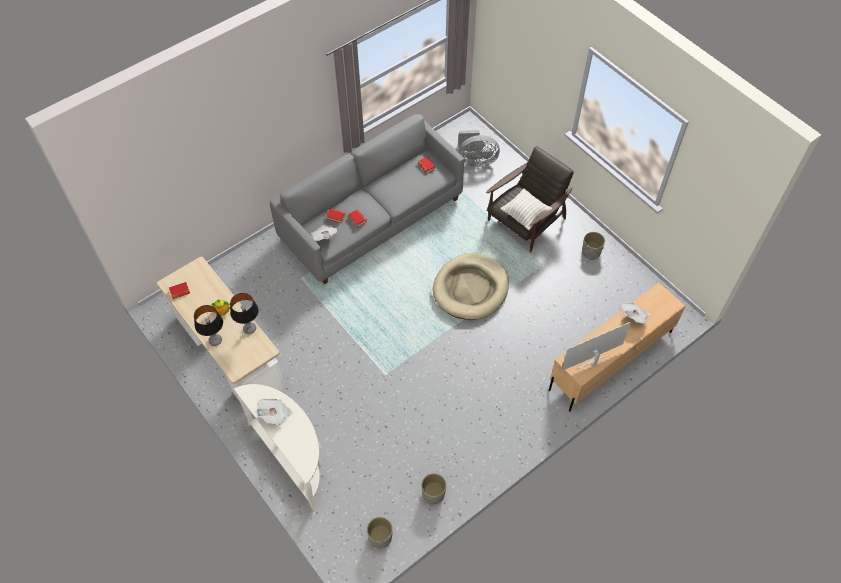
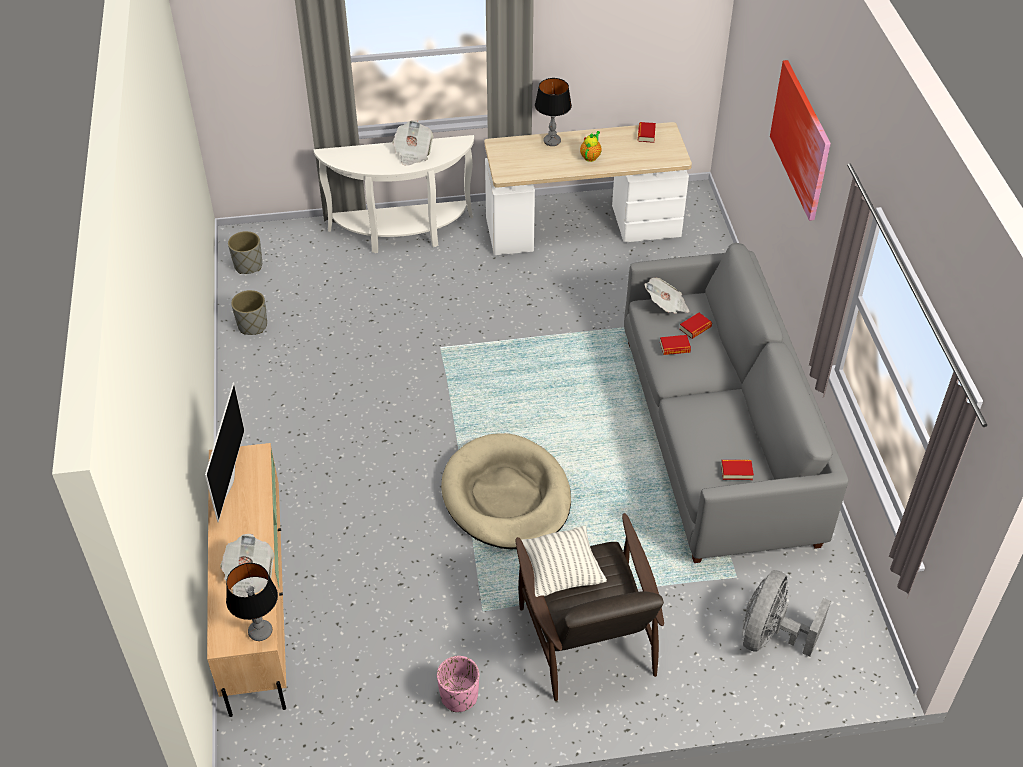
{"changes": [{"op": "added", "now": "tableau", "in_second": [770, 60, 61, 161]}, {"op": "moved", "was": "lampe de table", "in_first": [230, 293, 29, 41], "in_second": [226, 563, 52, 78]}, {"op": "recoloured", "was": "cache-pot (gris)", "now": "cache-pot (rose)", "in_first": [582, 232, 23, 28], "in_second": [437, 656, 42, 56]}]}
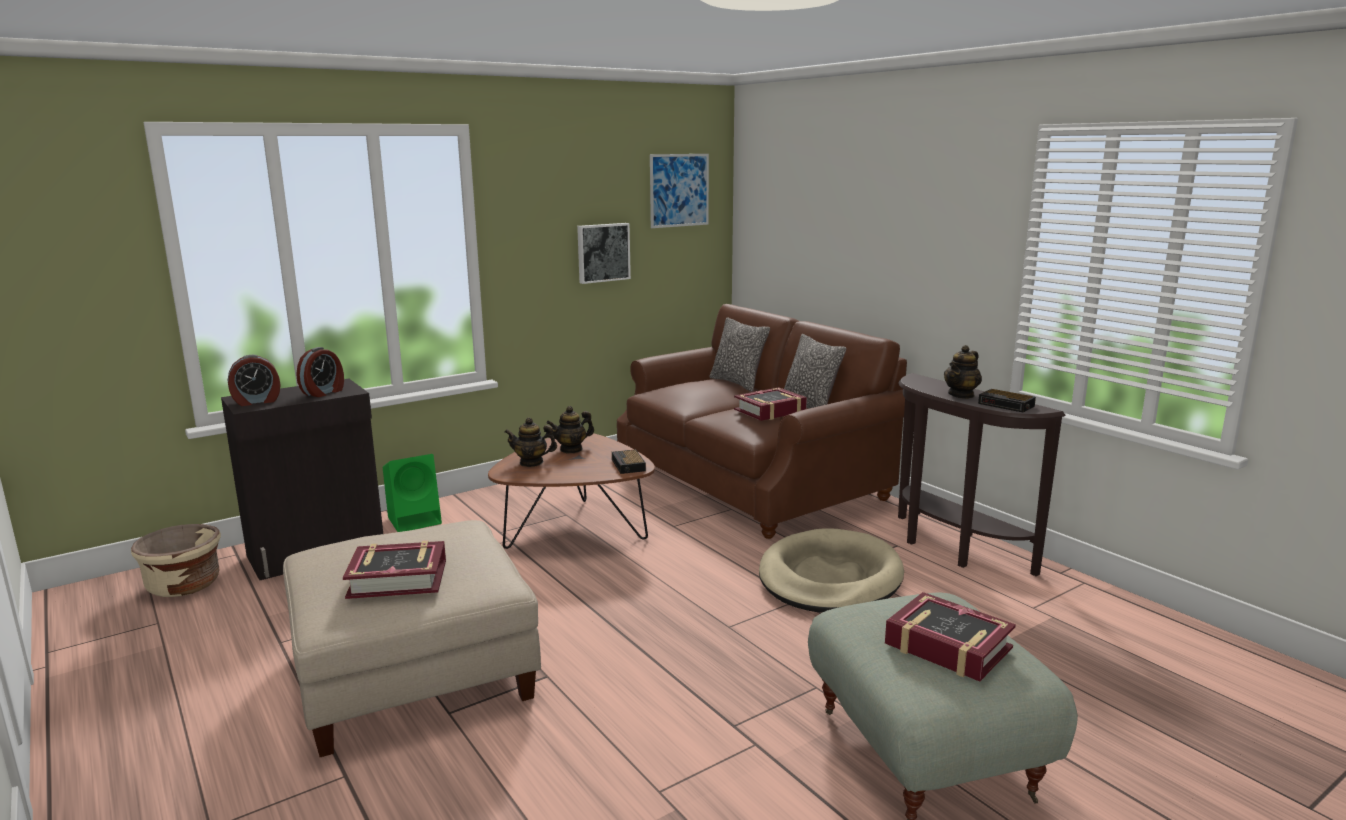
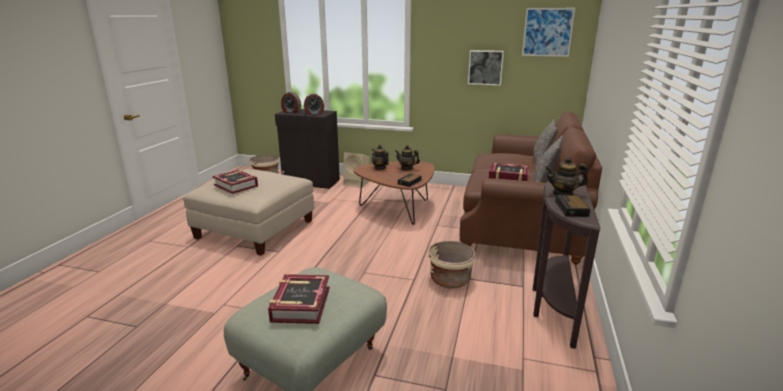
{"changes": [{"op": "replaced", "was": "panier pour chien (beige)", "now": "cache-pot (beige)", "in_first": [759, 528, 145, 84], "in_second": [428, 241, 48, 47]}, {"op": "recoloured", "was": "enceinte (vert)", "now": "enceinte (beige)", "in_first": [383, 454, 59, 78], "in_second": [343, 152, 26, 36]}]}
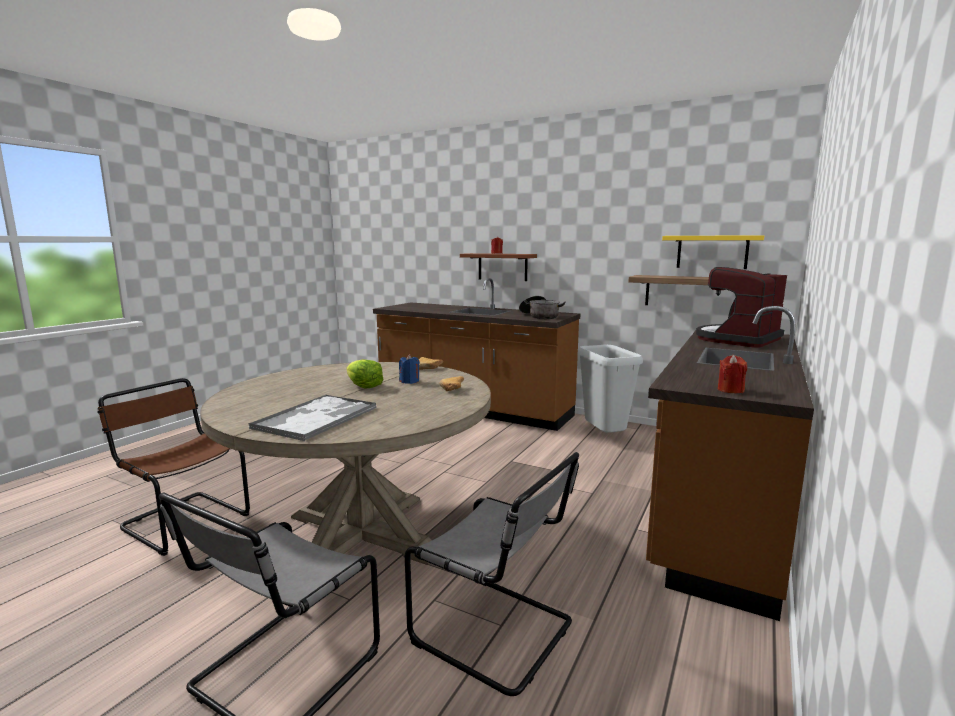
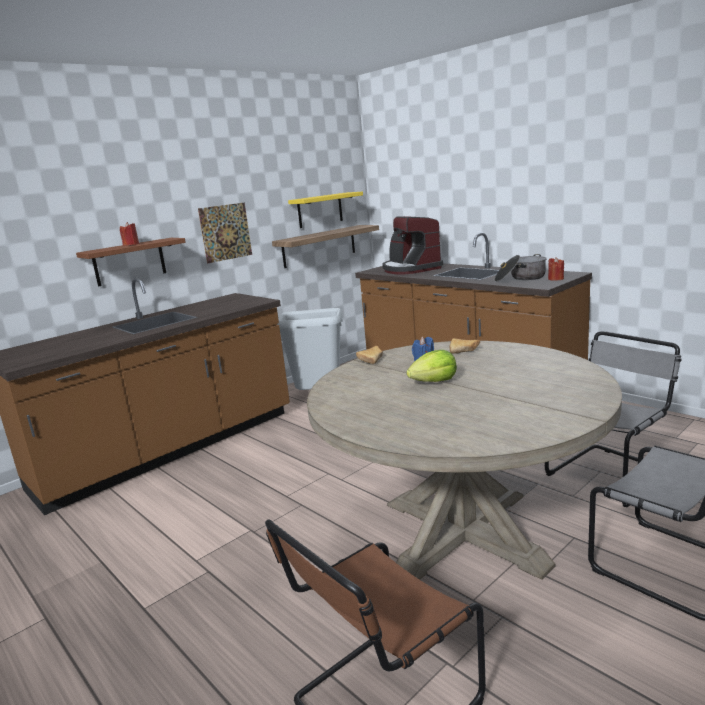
{"changes": [{"op": "removed", "was": "plateau", "in_first": [249, 394, 128, 47]}, {"op": "added", "now": "tableau", "in_second": [198, 203, 54, 60]}, {"op": "moved", "was": "marmite", "in_first": [519, 296, 47, 23], "in_second": [494, 254, 53, 28]}]}
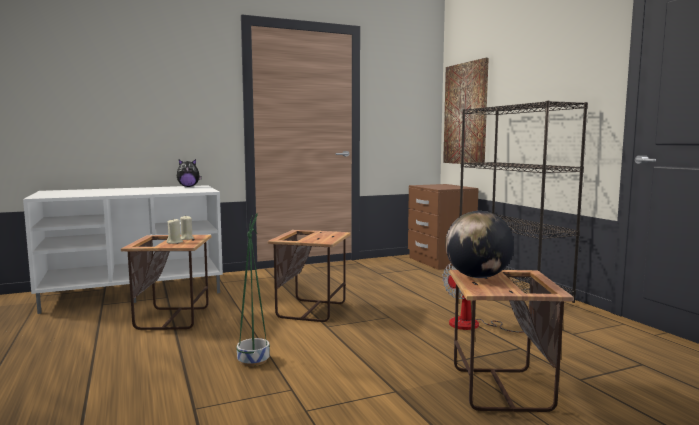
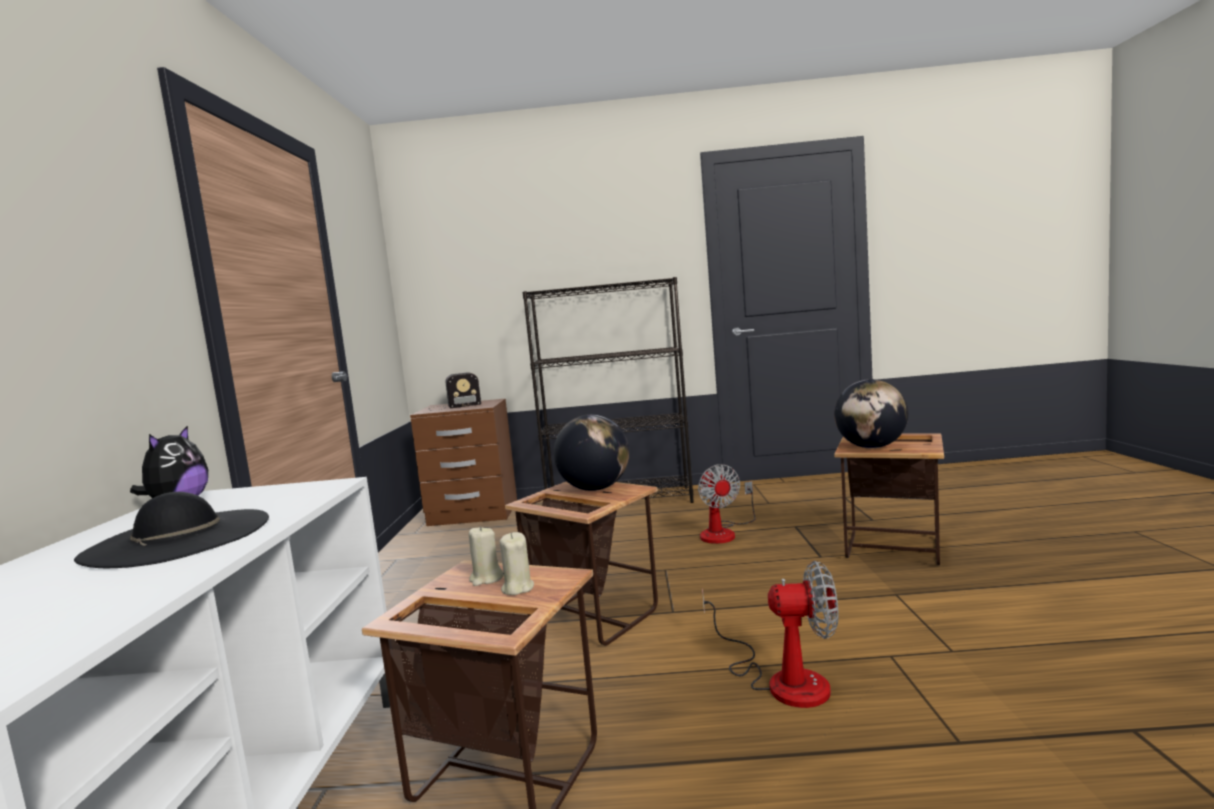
{"changes": [{"op": "removed", "was": "tableau", "in_first": [443, 58, 46, 107]}, {"op": "added", "now": "chapeau (noir)", "in_second": [74, 492, 195, 76]}, {"op": "added", "now": "radio", "in_second": [429, 372, 52, 39]}, {"op": "added", "now": "globe", "in_second": [554, 414, 75, 77]}, {"op": "replaced", "was": "cache-pot (vert)", "now": "ventilateur", "in_first": [236, 213, 34, 153], "in_second": [702, 561, 137, 147]}]}
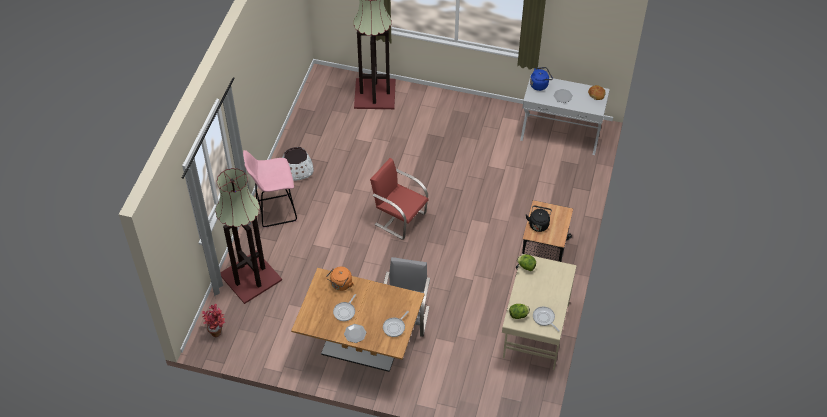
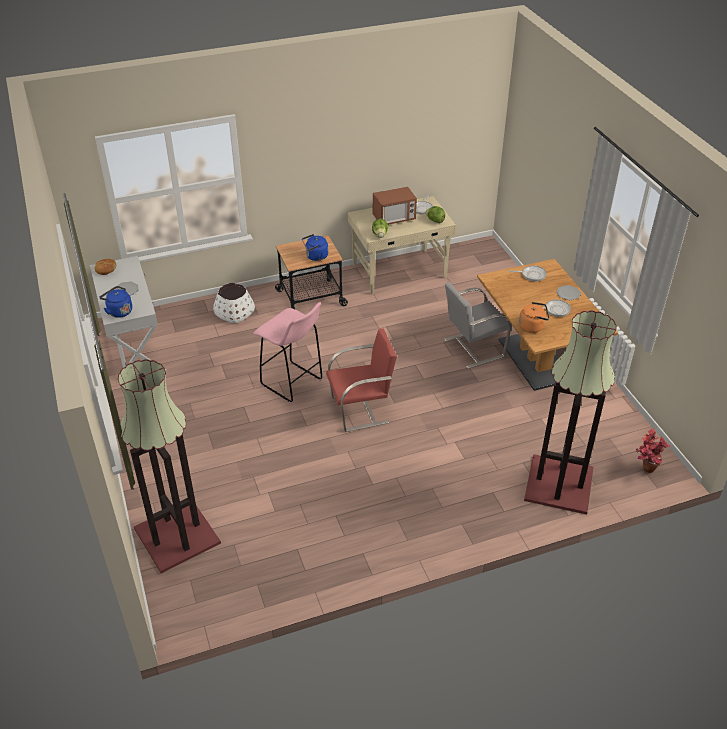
{"changes": [{"op": "added", "now": "micro-ondes", "in_second": [373, 186, 44, 39]}, {"op": "moved", "was": "tabouret (rose)", "in_first": [243, 150, 54, 78], "in_second": [254, 302, 69, 102]}, {"op": "moved", "was": "cache-pot (blanc)", "in_first": [282, 147, 32, 34], "in_second": [213, 283, 42, 40]}, {"op": "recoloured", "was": "bouilloire (noir)", "now": "bouilloire (bleu)", "in_first": [526, 205, 26, 27], "in_second": [302, 234, 26, 27]}, {"op": "turned", "was": "chaise (rouge)", "in_first": [370, 158, 58, 82], "in_second": [326, 328, 71, 104], "clockwise": -105}]}
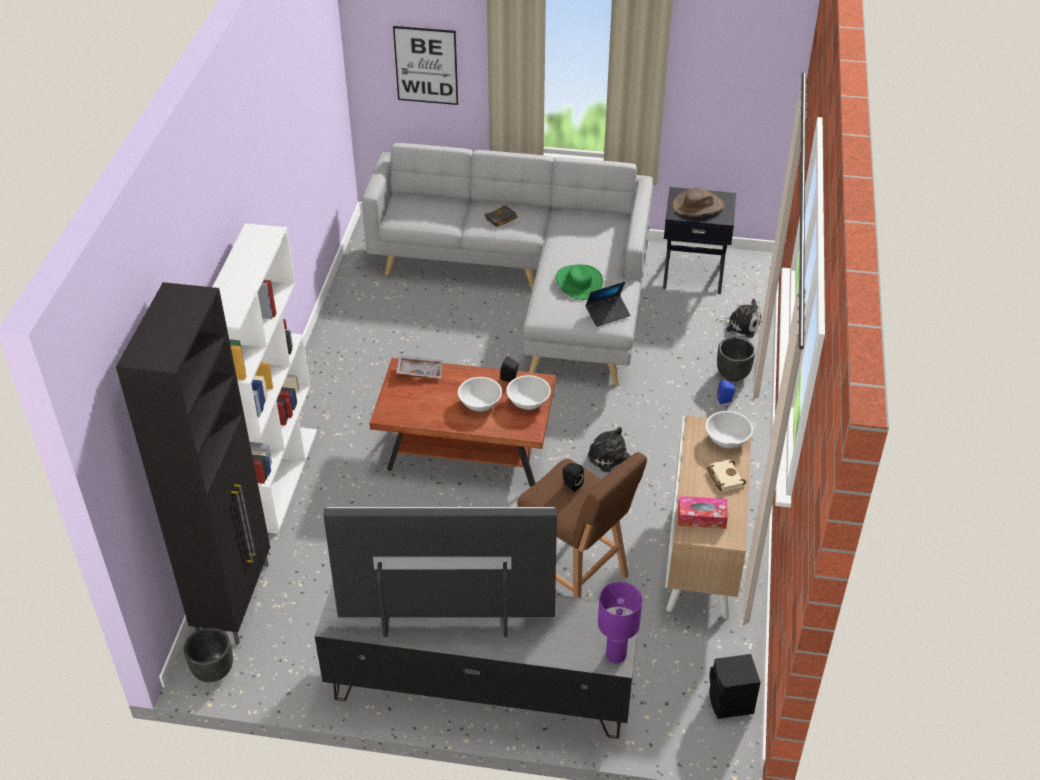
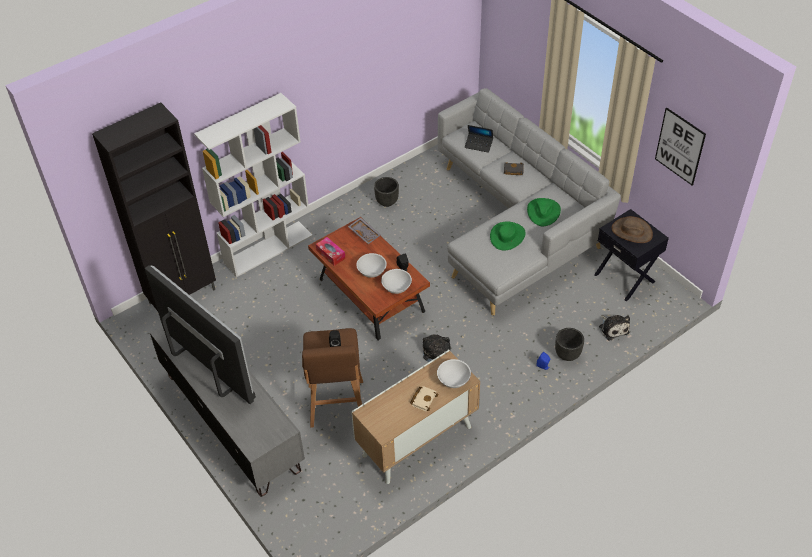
{"changes": [{"op": "removed", "was": "lampe de table (violet)", "in_first": [598, 582, 44, 81]}, {"op": "removed", "was": "enceinte (noir)", "in_first": [709, 654, 52, 65]}, {"op": "added", "now": "chapeau (vert)", "in_second": [527, 198, 34, 28]}, {"op": "moved", "was": "cache-pot (noir)", "in_first": [184, 627, 49, 55], "in_second": [374, 177, 25, 30]}, {"op": "moved", "was": "tableau", "in_first": [393, 26, 65, 79], "in_second": [655, 108, 51, 77]}, {"op": "moved", "was": "ordinateur portable", "in_first": [585, 282, 46, 45], "in_second": [465, 125, 28, 28]}, {"op": "moved", "was": "boîte à mouchoirs", "in_first": [678, 496, 50, 33], "in_second": [316, 237, 30, 29]}]}
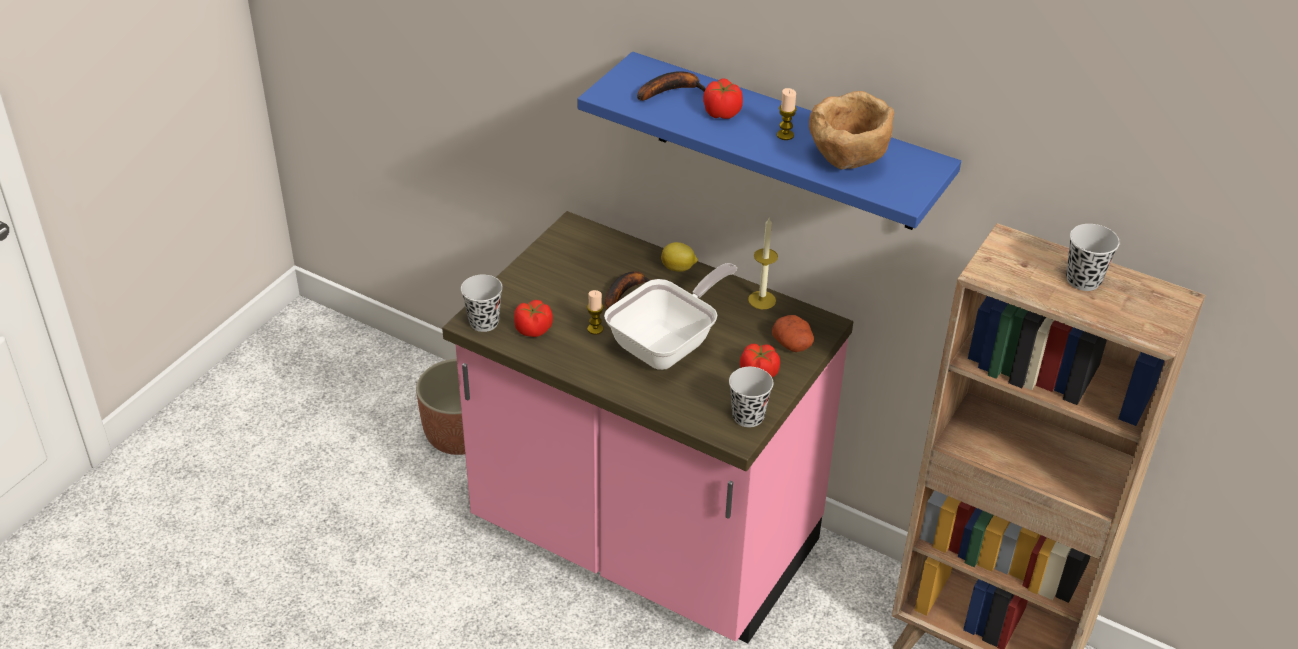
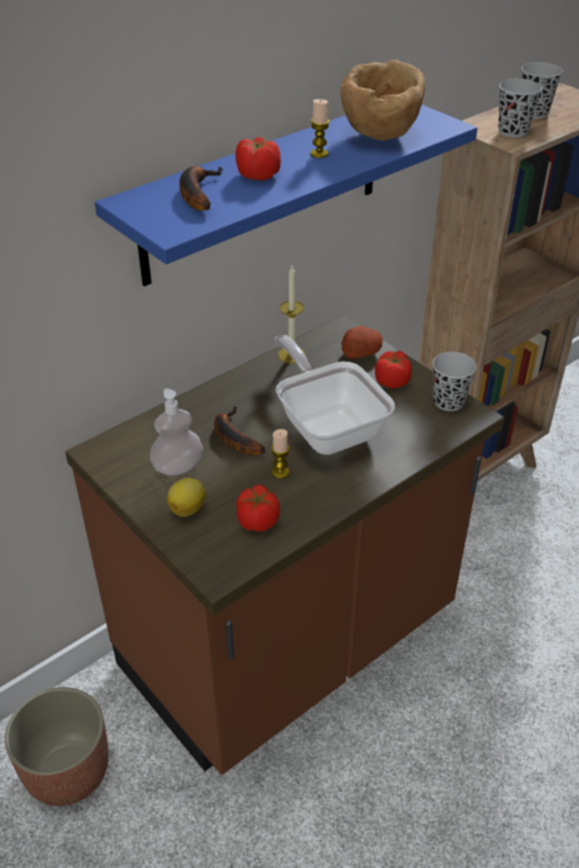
{"changes": [{"op": "added", "now": "distributeur de savon", "in_second": [150, 388, 53, 88]}, {"op": "moved", "was": "tasse (noir)", "in_first": [461, 274, 42, 58], "in_second": [498, 79, 44, 59]}, {"op": "moved", "was": "citron", "in_first": [661, 242, 37, 30], "in_second": [167, 478, 38, 39]}, {"op": "recoloured", "was": "comptoir de cuisine (rose)", "now": "comptoir de cuisine (marron)", "in_first": [442, 211, 411, 432], "in_second": [65, 315, 439, 460]}]}
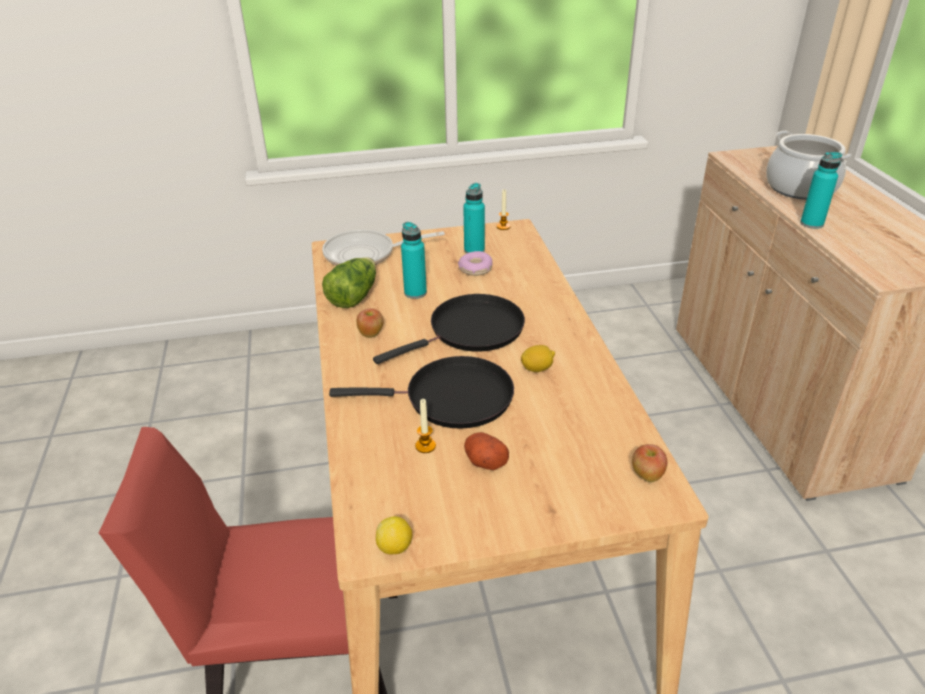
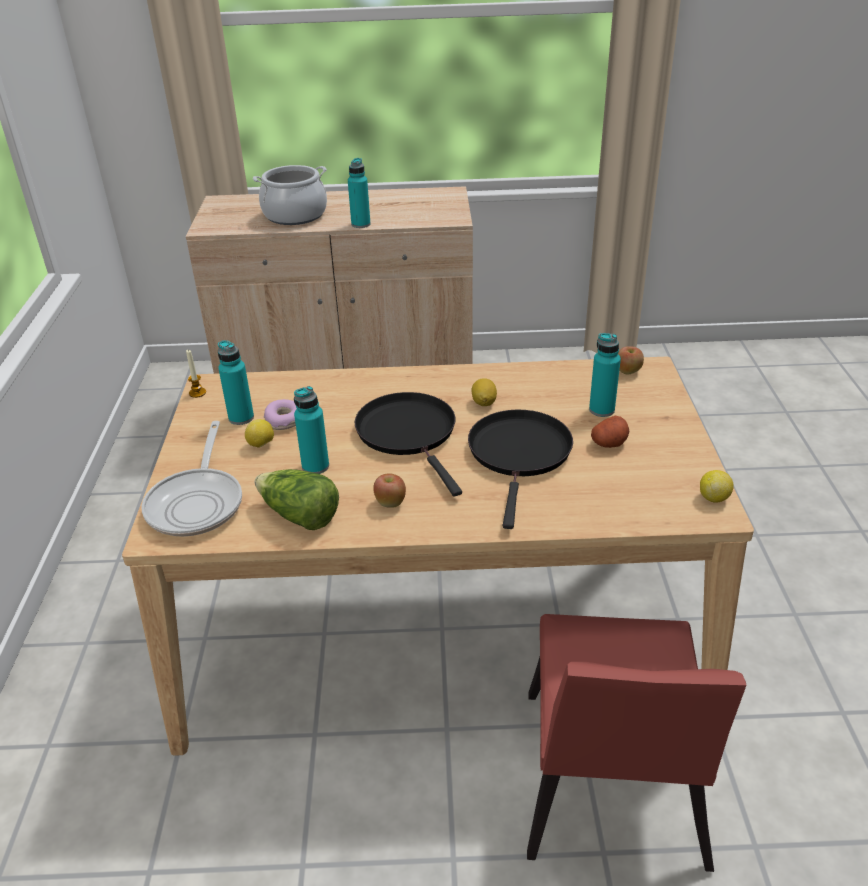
{"changes": [{"op": "removed", "was": "bougie", "in_first": [415, 399, 21, 54]}, {"op": "added", "now": "citron", "in_second": [245, 419, 29, 29]}, {"op": "added", "now": "bouteille (turquoise)", "in_second": [589, 333, 32, 84]}]}
